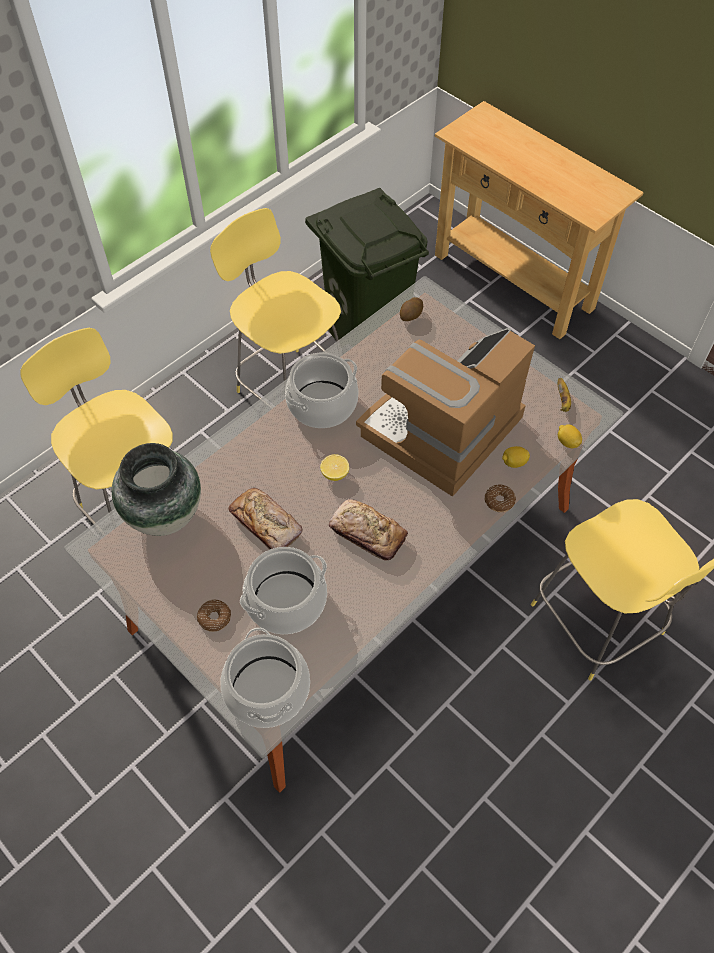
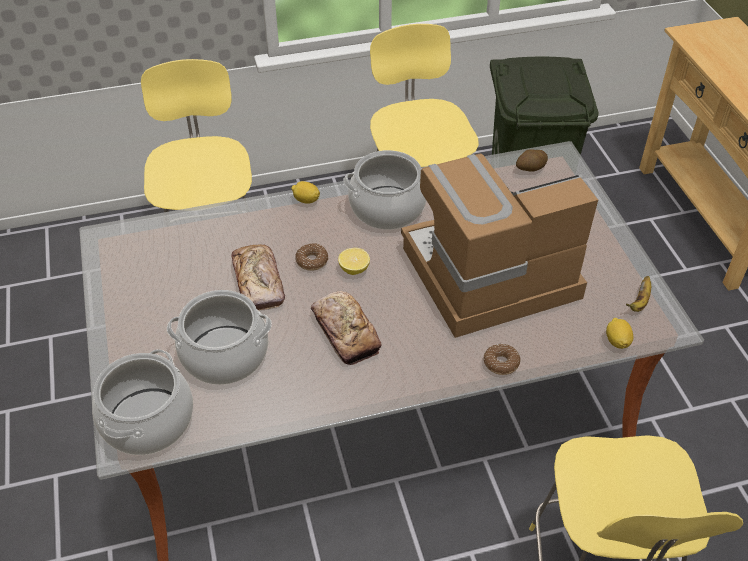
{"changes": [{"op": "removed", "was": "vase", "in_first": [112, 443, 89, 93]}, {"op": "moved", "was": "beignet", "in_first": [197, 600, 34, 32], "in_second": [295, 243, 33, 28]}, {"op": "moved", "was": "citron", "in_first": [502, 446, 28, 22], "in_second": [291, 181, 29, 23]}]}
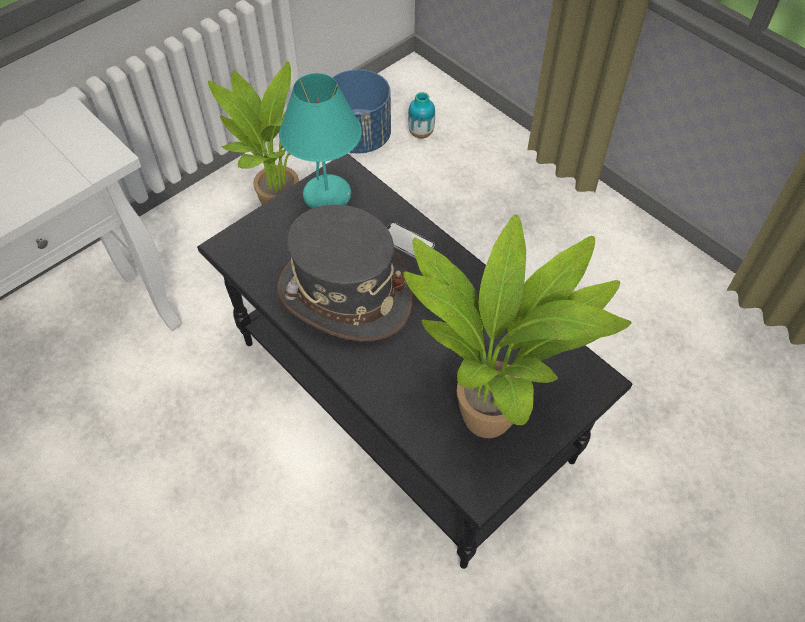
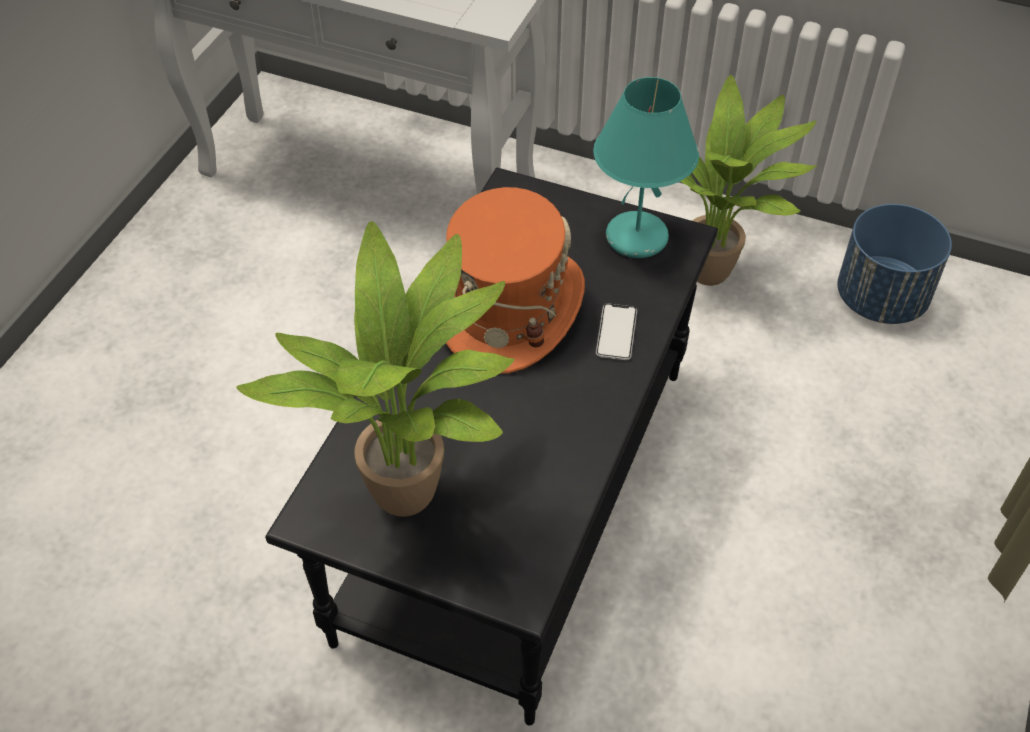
{"changes": [{"op": "removed", "was": "vase", "in_first": [408, 92, 27, 47]}, {"op": "recoloured", "was": "chapeau (gris)", "now": "chapeau (orange)", "in_first": [277, 205, 136, 136], "in_second": [446, 187, 139, 187]}]}
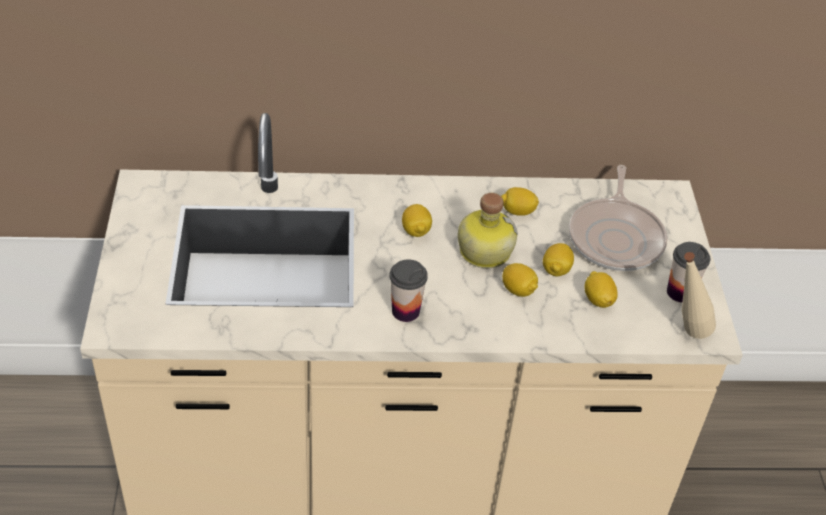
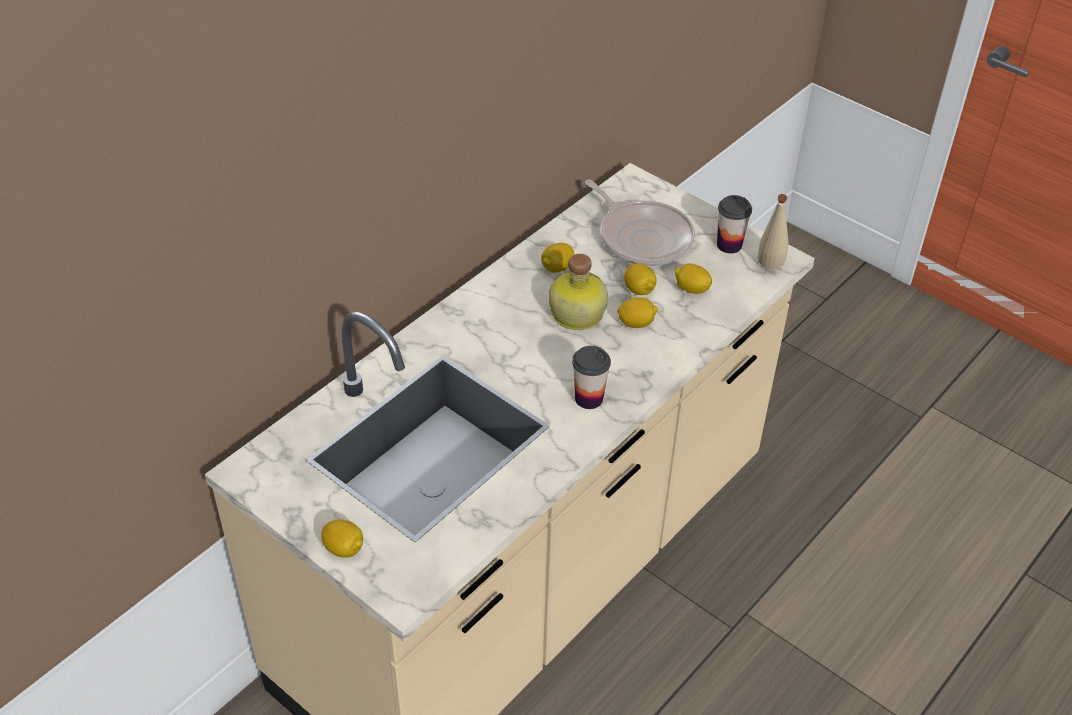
{"changes": [{"op": "moved", "was": "citron", "in_first": [402, 204, 30, 33], "in_second": [321, 520, 42, 38]}]}
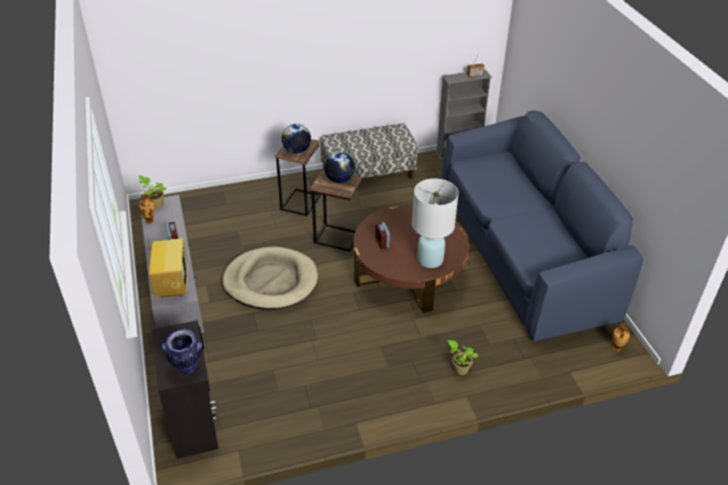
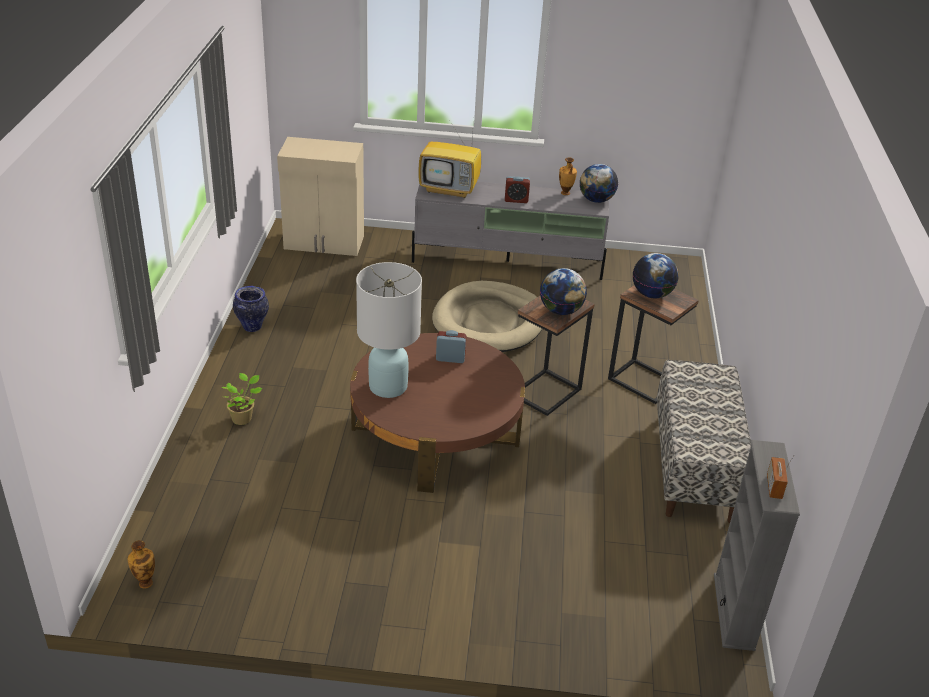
{"changes": [{"op": "removed", "was": "canapé (bleu)", "in_first": [441, 111, 202, 230]}, {"op": "moved", "was": "vase", "in_first": [162, 329, 40, 45], "in_second": [233, 286, 36, 46]}, {"op": "replaced", "was": "plante en pot", "now": "globe", "in_first": [138, 175, 29, 34], "in_second": [580, 164, 38, 39]}, {"op": "recoloured", "was": "meuble de rangement (noir)", "now": "meuble de rangement (beige)", "in_first": [152, 320, 67, 139], "in_second": [277, 137, 87, 119]}]}
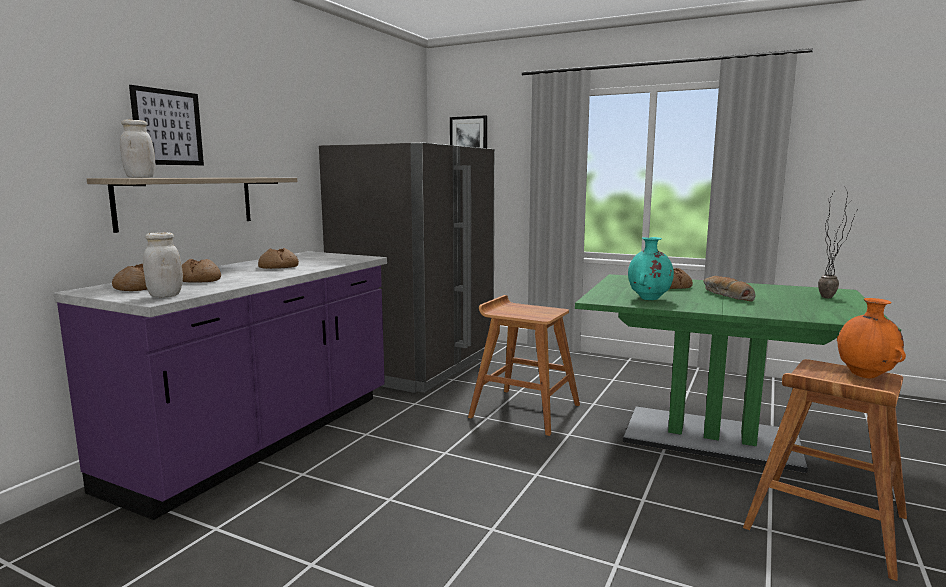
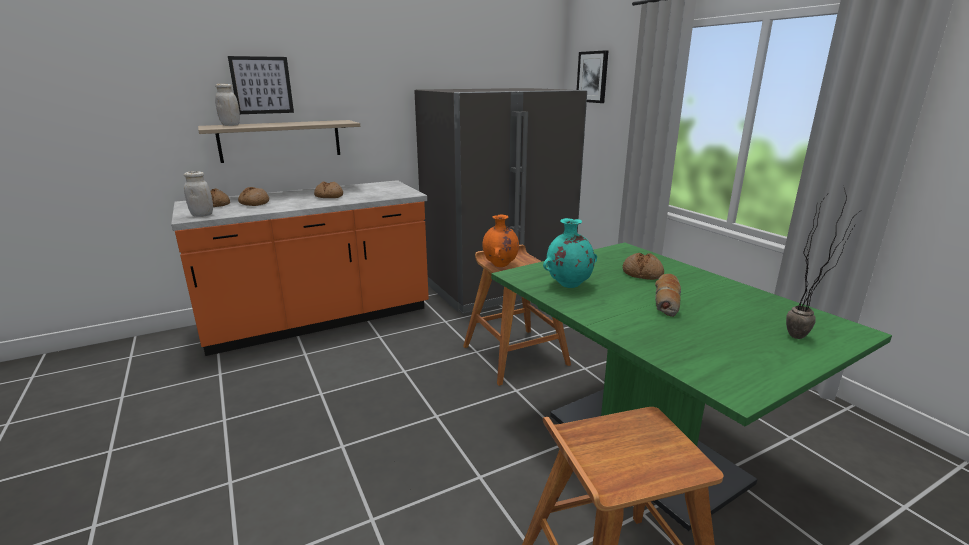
{"changes": [{"op": "moved", "was": "vase (orange)", "in_first": [837, 298, 69, 80], "in_second": [483, 215, 36, 52]}, {"op": "recoloured", "was": "comptoir de cuisine (violet)", "now": "comptoir de cuisine (orange)", "in_first": [54, 251, 333, 269], "in_second": [171, 180, 258, 176]}]}
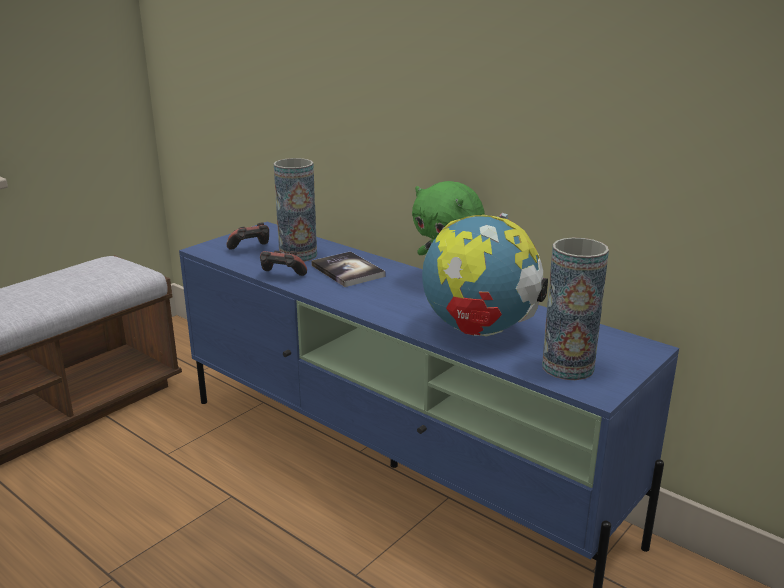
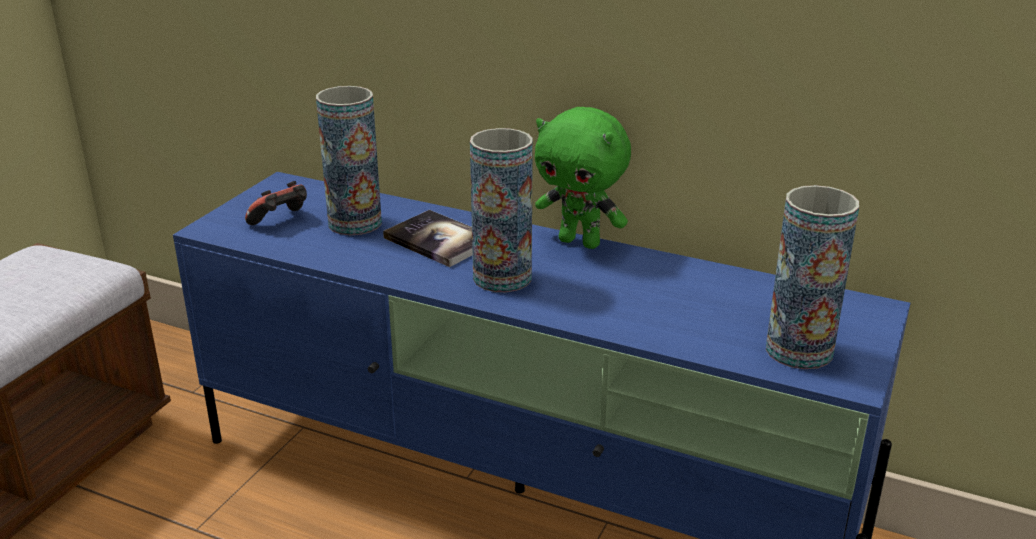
{"changes": [{"op": "removed", "was": "manette", "in_first": [260, 251, 47, 25]}, {"op": "removed", "was": "globe", "in_first": [422, 213, 126, 123]}, {"op": "added", "now": "vase", "in_second": [470, 128, 63, 164]}]}
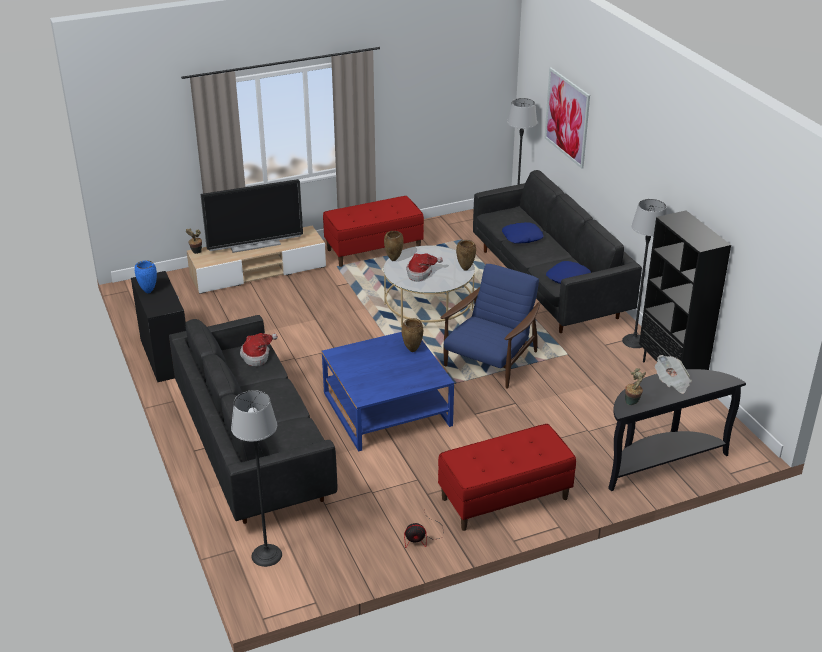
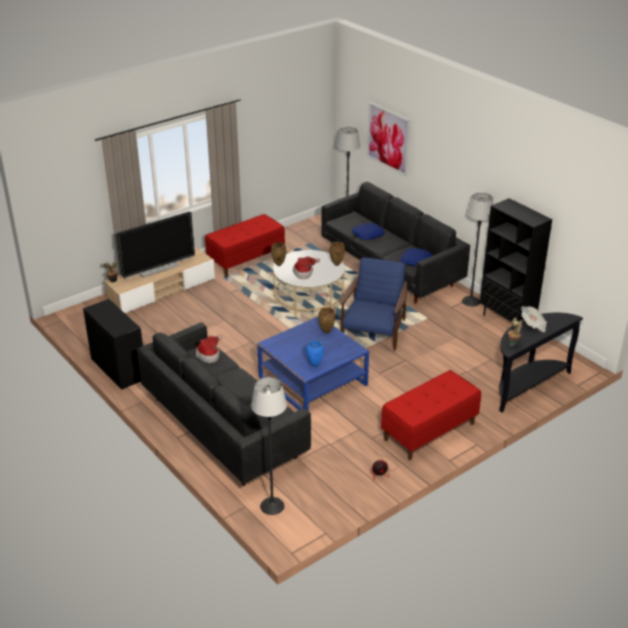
{"changes": [{"op": "moved", "was": "vase (bleu)", "in_first": [135, 260, 22, 33], "in_second": [306, 340, 18, 27]}]}
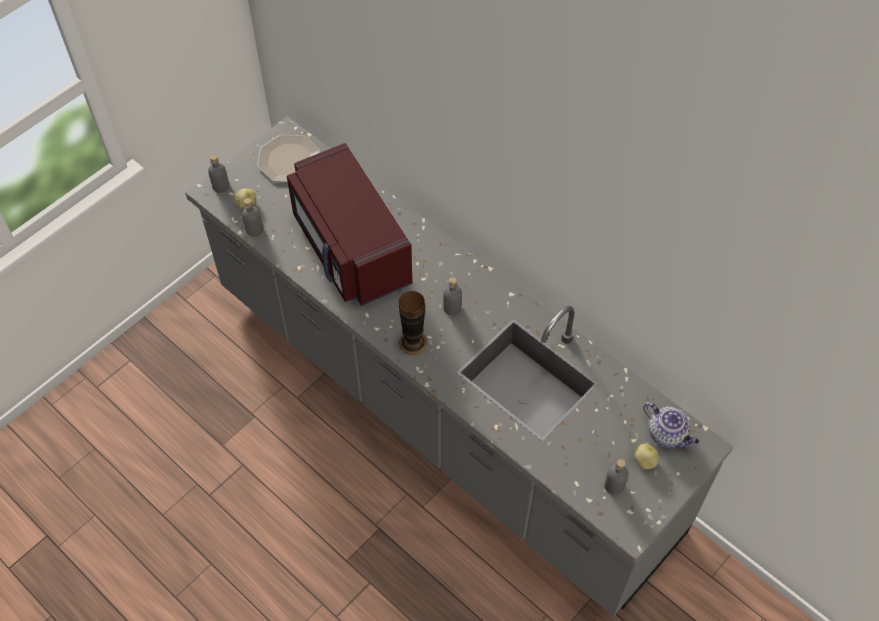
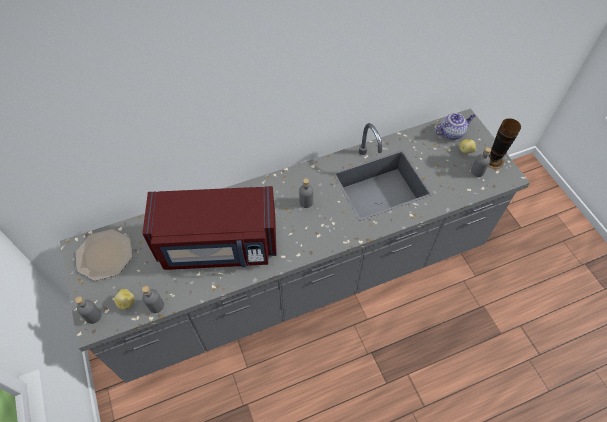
{"changes": [{"op": "moved", "was": "vase", "in_first": [399, 291, 28, 64], "in_second": [488, 118, 33, 51]}]}
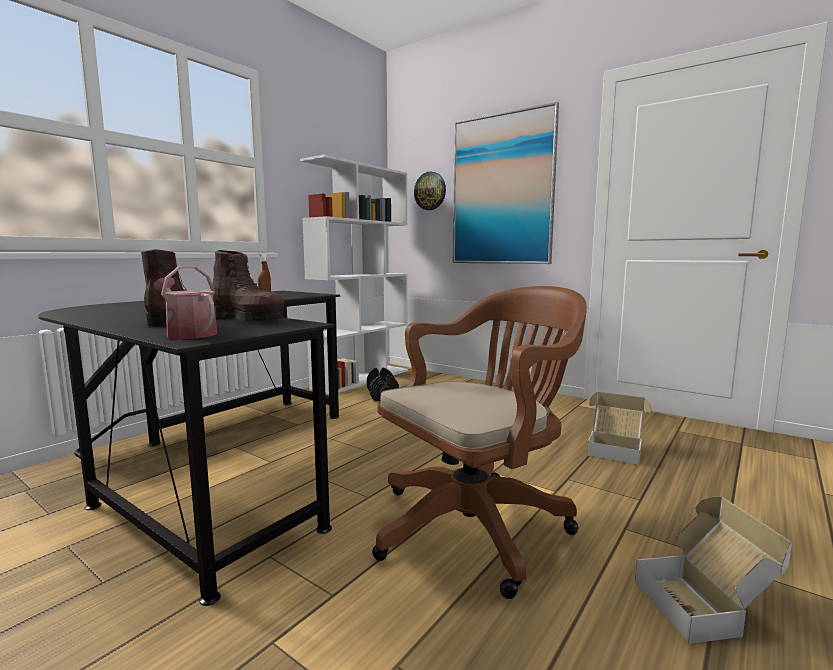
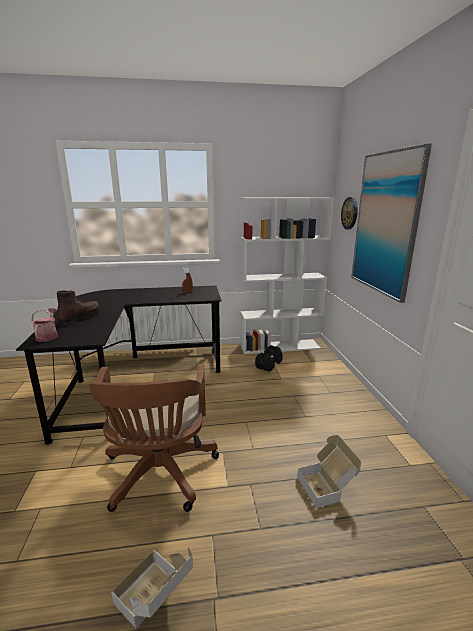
{"changes": [{"op": "removed", "was": "botte (marron)", "in_first": [212, 250, 72, 72]}, {"op": "turned", "was": "chaise de bureau (marron)", "in_first": [372, 286, 215, 313], "in_second": [89, 363, 130, 149], "clockwise": 75}]}
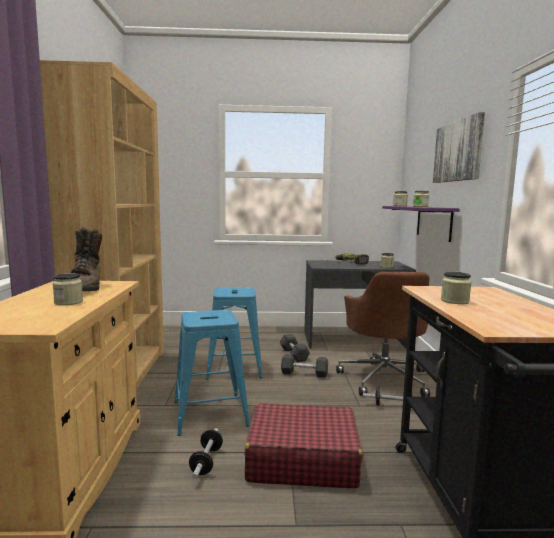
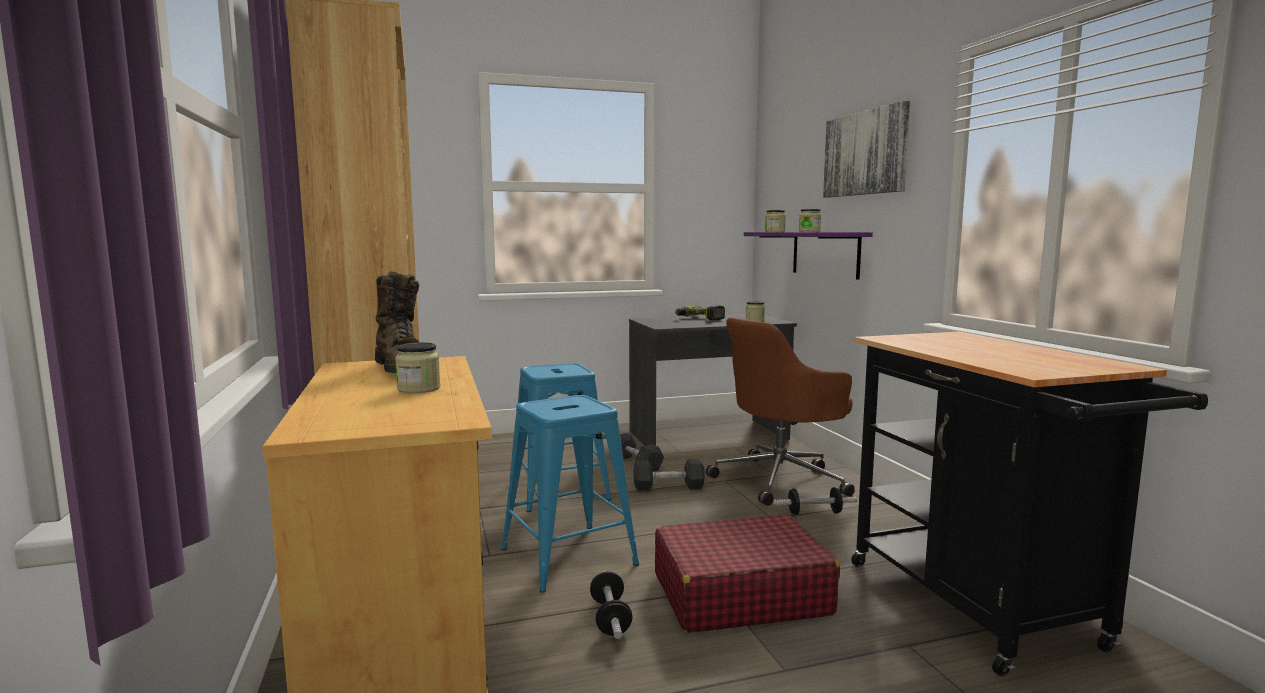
{"changes": [{"op": "removed", "was": "bocal", "in_first": [441, 272, 30, 32]}, {"op": "turned", "was": "chaise de bureau (marron)", "in_first": [336, 272, 94, 125], "in_second": [706, 317, 149, 189], "clockwise": 75}]}
